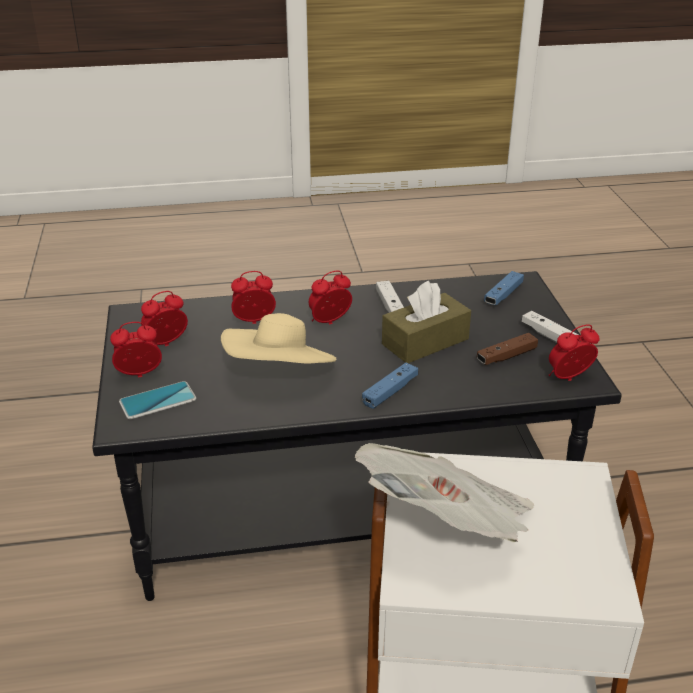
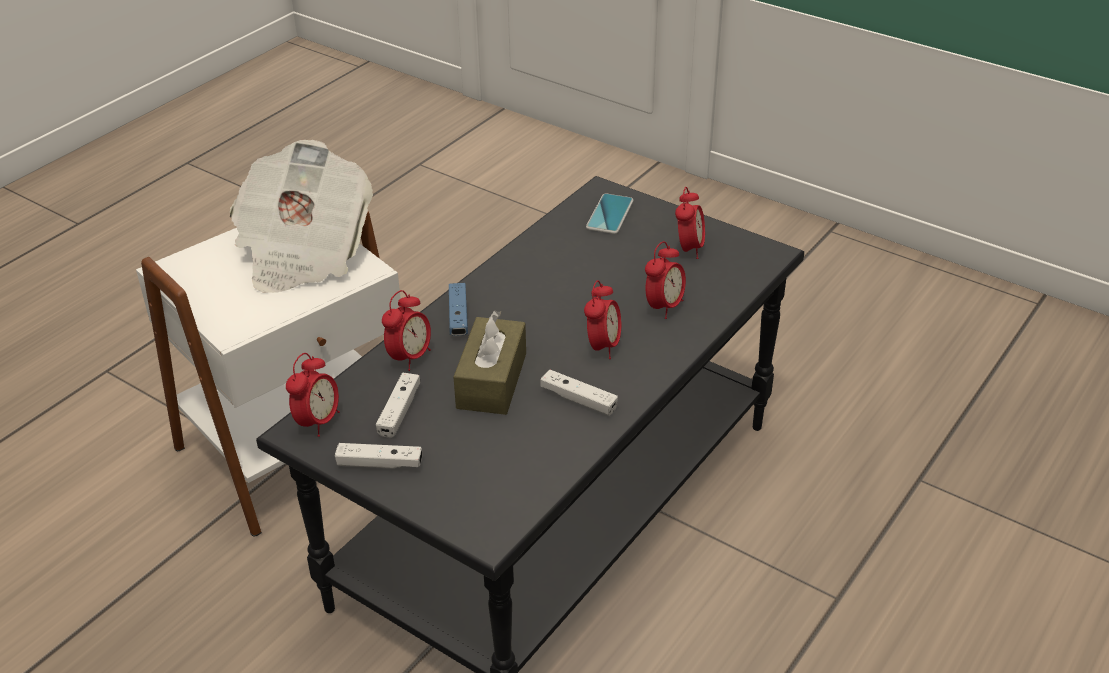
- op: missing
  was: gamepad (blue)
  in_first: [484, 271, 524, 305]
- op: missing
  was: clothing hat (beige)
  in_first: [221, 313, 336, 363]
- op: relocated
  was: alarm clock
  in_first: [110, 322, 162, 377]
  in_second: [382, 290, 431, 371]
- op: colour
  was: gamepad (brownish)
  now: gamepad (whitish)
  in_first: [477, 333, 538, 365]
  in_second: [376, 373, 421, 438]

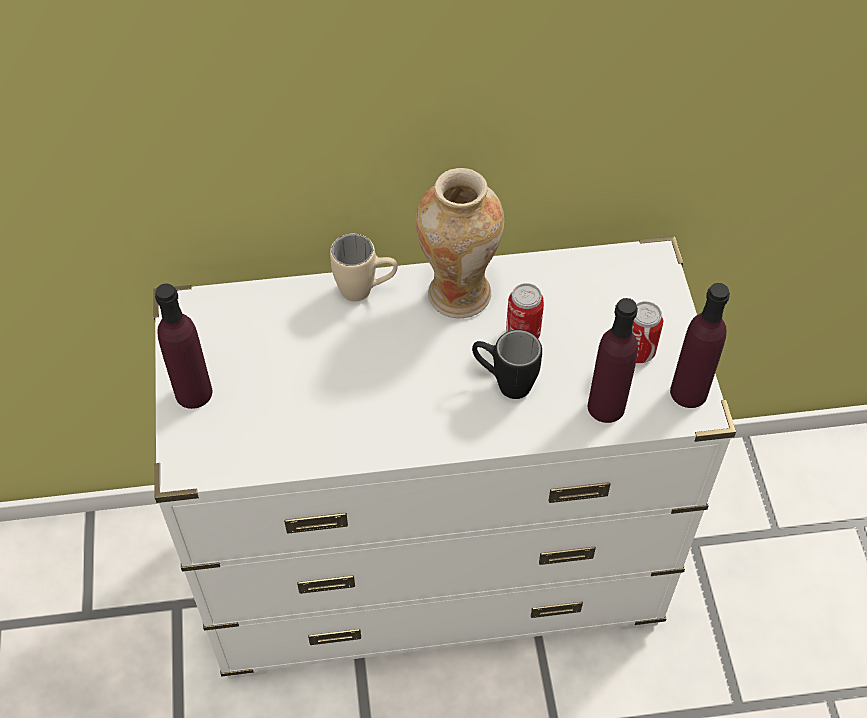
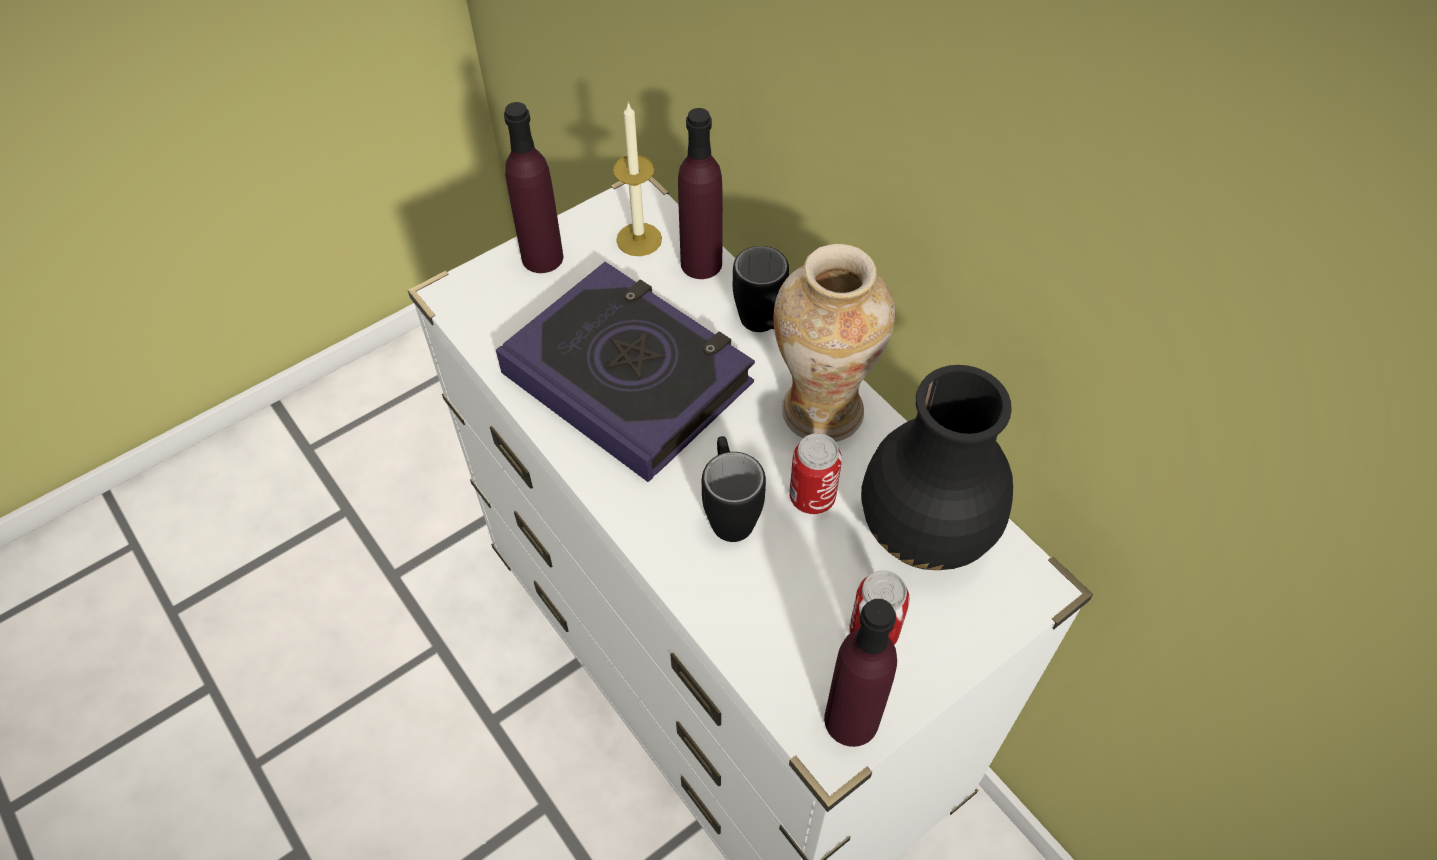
- op: colour
  was: coffee mug (beige)
  now: coffee mug (black-coloured)
  in_first: [330, 234, 398, 302]
  in_second: [733, 246, 789, 332]
- op: relocated
  was: beverage bottle (purple-coloured)
  in_first: [588, 298, 638, 423]
  in_second: [678, 108, 723, 279]
- op: appeared
  now: wax candle
  in_second: [613, 101, 662, 256]
- op: appeared
  now: book
  in_second: [496, 262, 755, 482]
- op: appeared
  now: flower vase (black-coloured)
  in_second: [861, 365, 1013, 570]

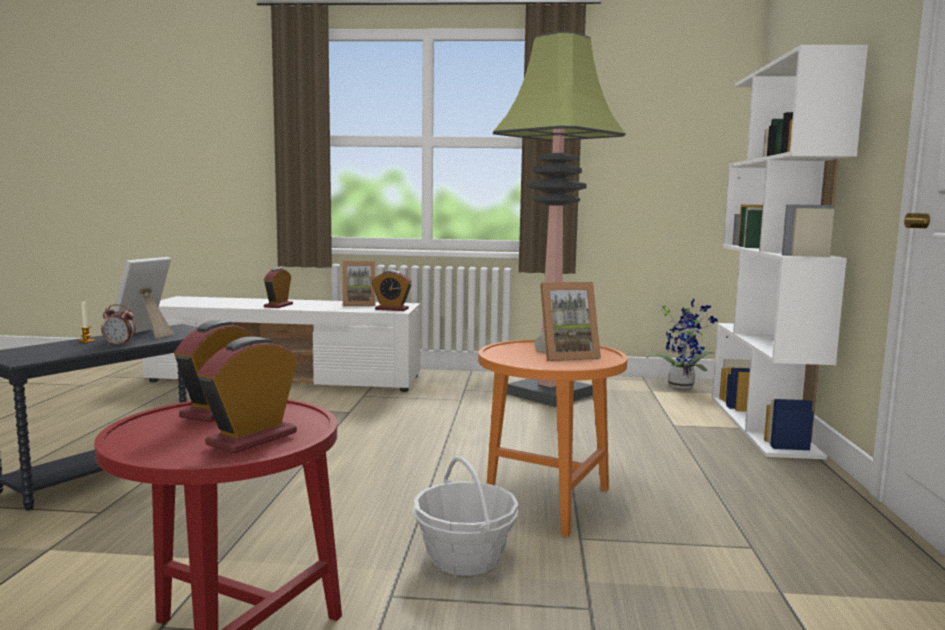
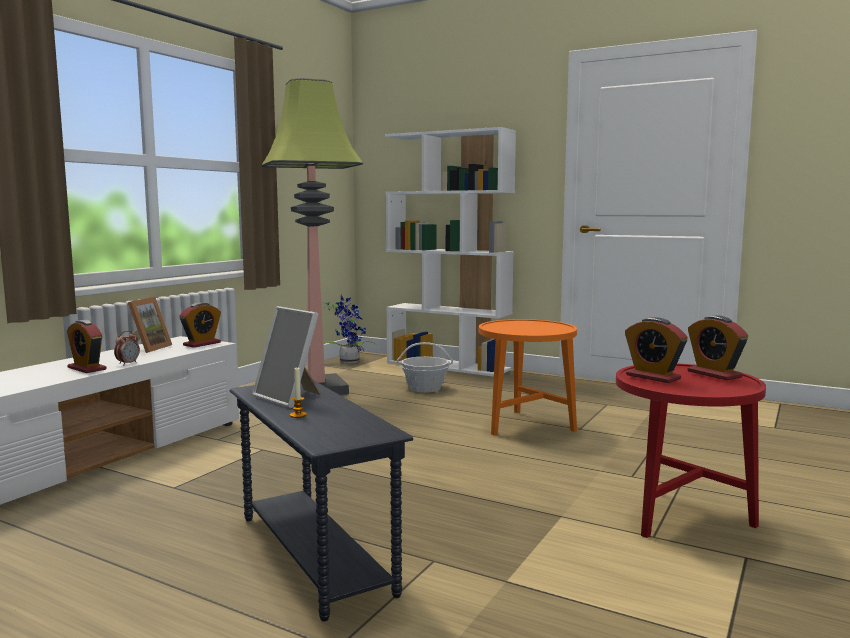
- op: missing
  was: photo frame
  in_first: [534, 282, 601, 361]
- op: relocated
  was: alarm clock
  in_first: [101, 304, 136, 346]
  in_second: [114, 331, 140, 365]
- op: relocated
  was: household basket
  in_first: [413, 456, 519, 576]
  in_second: [397, 342, 453, 393]

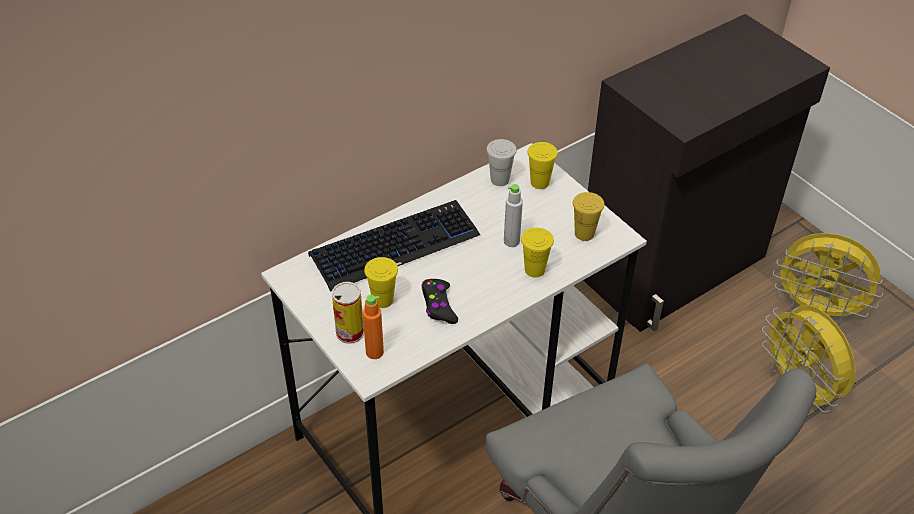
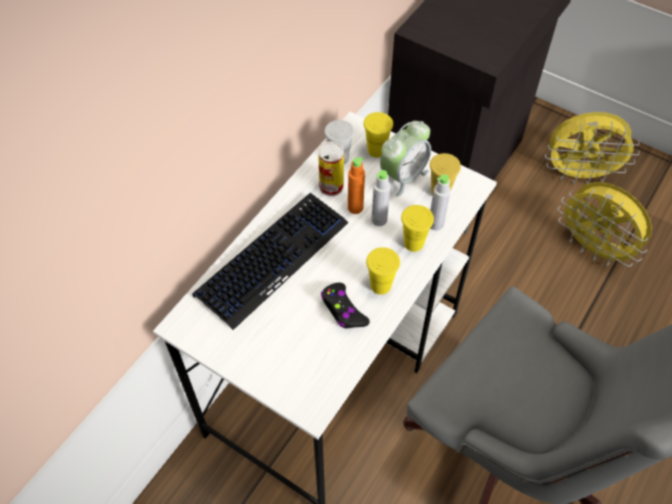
- op: relocated
  was: cup (yellowish)
  in_first: [364, 257, 398, 308]
  in_second: [366, 247, 400, 295]
- op: relocated
  was: metal can
  in_first: [332, 282, 364, 344]
  in_second: [318, 142, 344, 196]
- op: relocated
  was: beverage bottle (orange)
  in_first: [363, 295, 384, 359]
  in_second: [348, 157, 365, 214]
- op: appeared
  now: alarm clock
  in_second: [380, 121, 431, 197]
- op: appeared
  now: beverage bottle (gray)
  in_second: [430, 174, 451, 230]

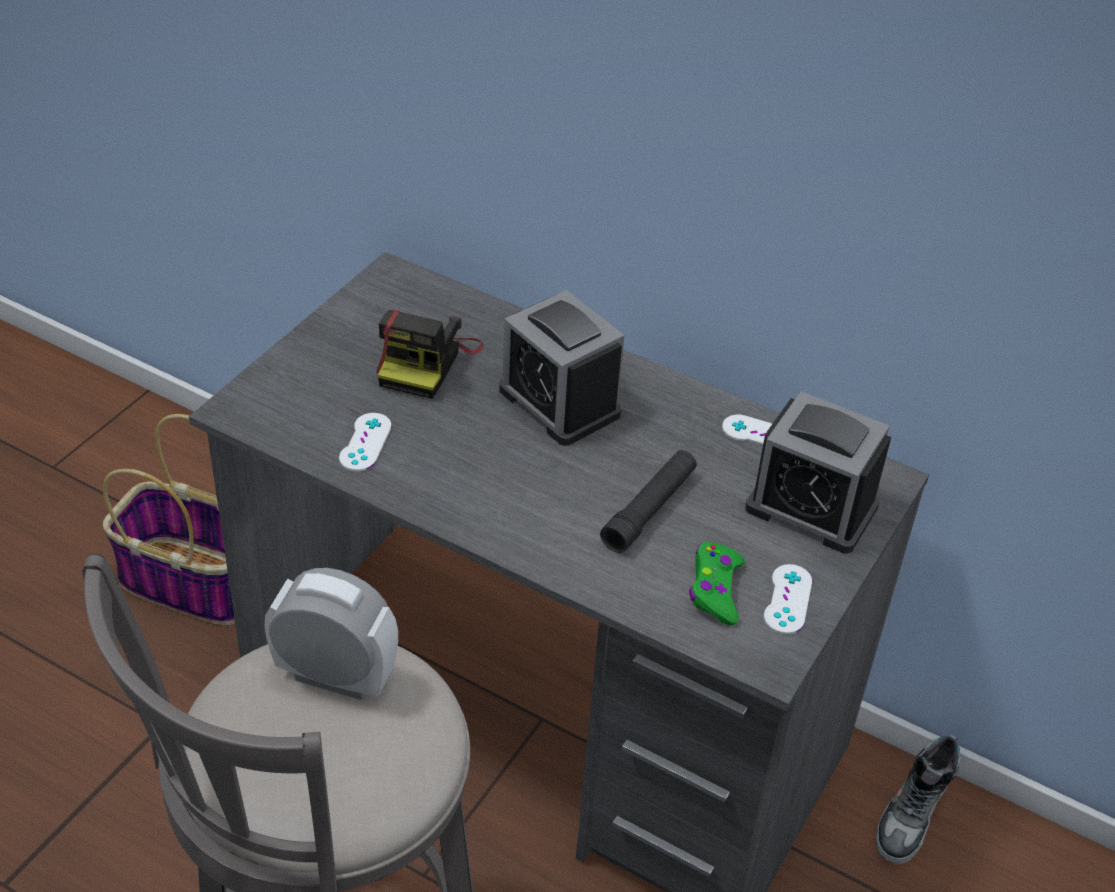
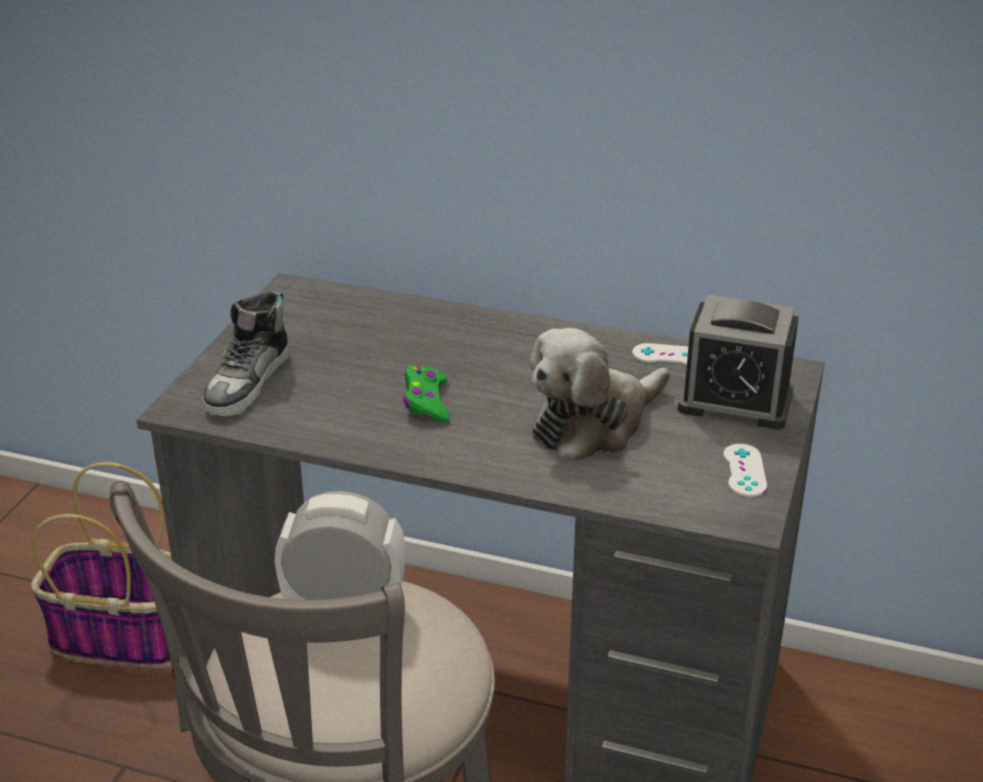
- op: missing
  was: alarm clock
  in_first: [499, 290, 625, 446]
- op: missing
  was: still camera
  in_first: [377, 310, 483, 399]
- op: missing
  was: gamepad (whitish)
  in_first: [339, 413, 392, 471]
- op: exchanged
  was: hand torch (black-coloured)
  now: cuddly toy
  in_first: [600, 450, 697, 553]
  in_second: [530, 328, 670, 462]
- op: relocated
  was: gamepad (green)
  in_first: [689, 542, 745, 625]
  in_second: [403, 365, 450, 422]
- op: relocated
  was: low shoe
  in_first: [875, 733, 961, 864]
  in_second: [203, 292, 289, 416]

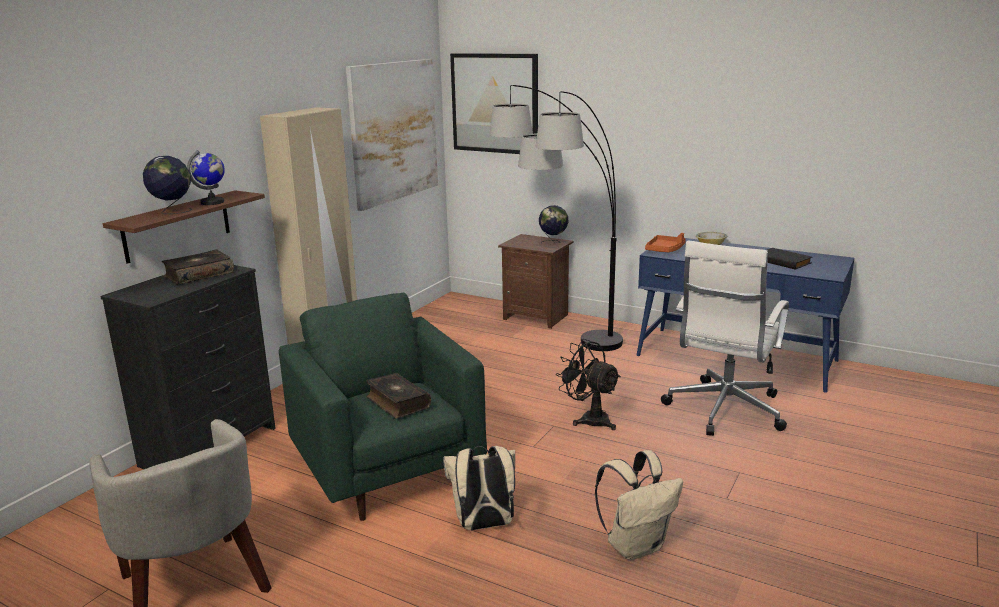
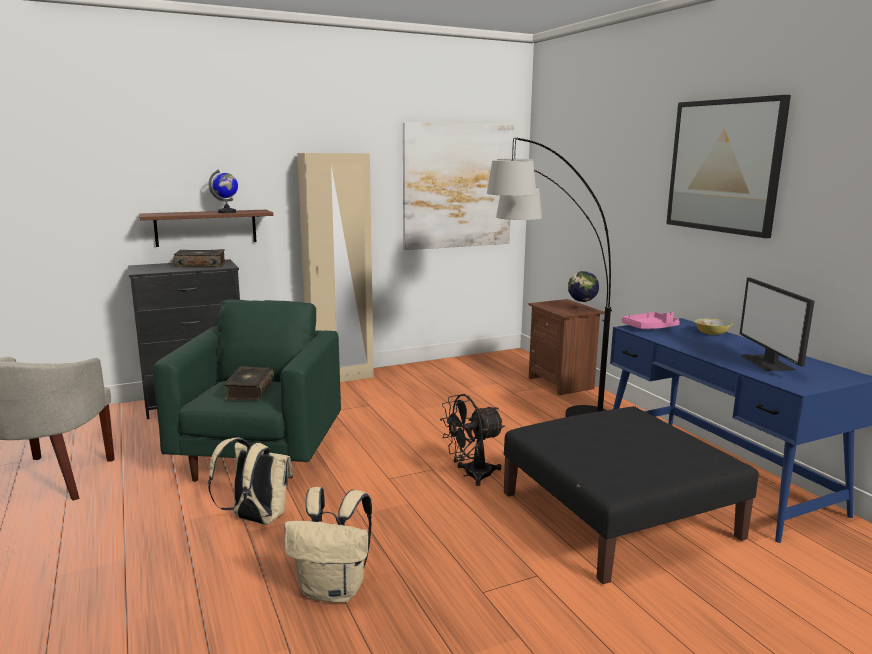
- op: relocated
  was: wall picture
  in_first: [450, 53, 538, 154]
  in_second: [666, 95, 791, 238]
- op: missing
  was: desk globe
  in_first: [143, 156, 192, 214]
- op: colour
  was: carrying tray (orange)
  now: carrying tray (pink-coloured)
  in_first: [645, 233, 686, 252]
  in_second: [622, 312, 680, 329]
- op: exchanged
  was: computer chair (whitish)
  now: ottoman (black-coloured)
  in_first: [661, 240, 789, 436]
  in_second: [504, 406, 759, 584]
- op: exchanged
  was: book (black-coloured)
  now: computer display
  in_first: [767, 248, 812, 270]
  in_second: [740, 277, 815, 371]
- op: spun
  was: fan (black-coloured)
  in_first: [556, 339, 621, 430]
  in_second: [440, 394, 505, 486]
  clockwise: -105

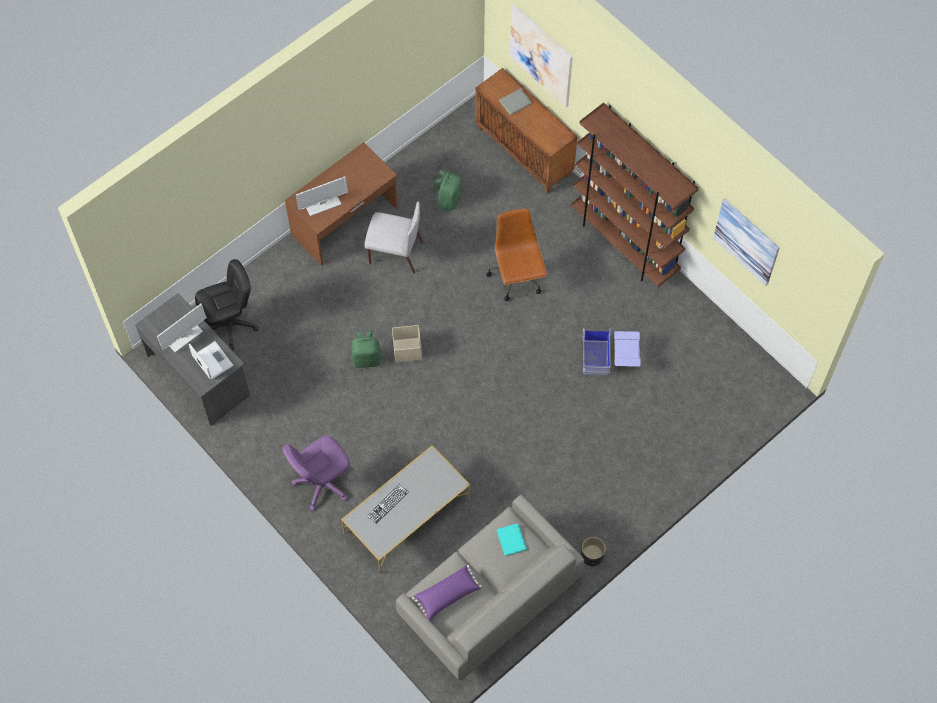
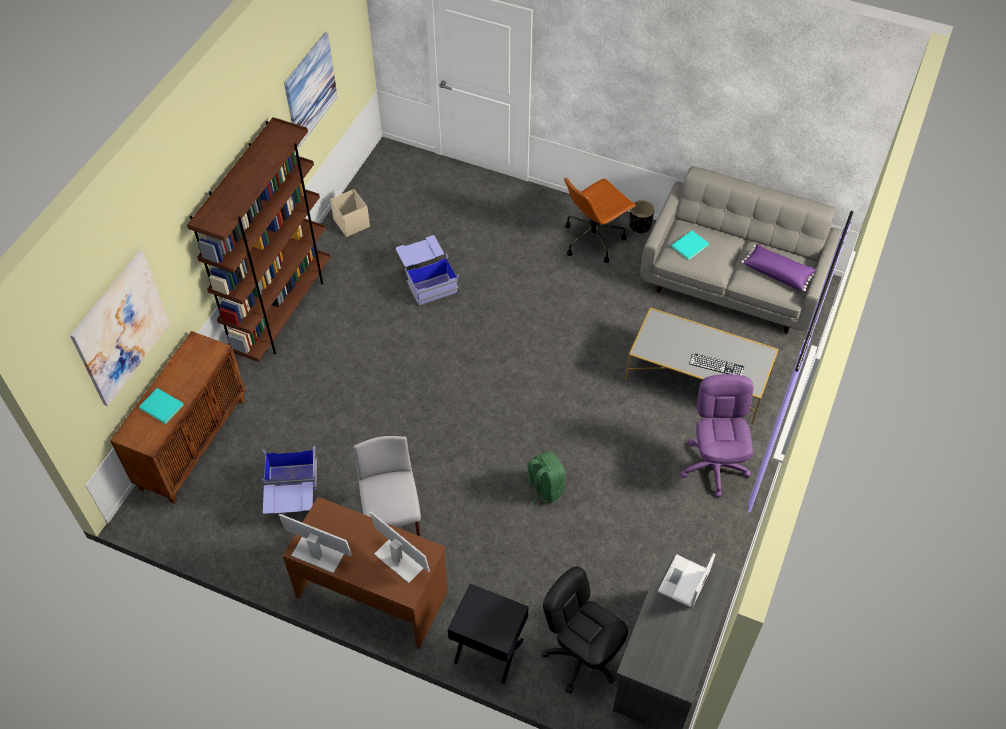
- op: colour
  was: book (gray)
  now: book (turquoise)
  in_first: [500, 88, 532, 115]
  in_second: [139, 388, 184, 424]
- op: exchanged
  was: backpack (green)
  now: storage bin (blue)
  in_first: [430, 170, 462, 211]
  in_second: [262, 446, 317, 514]
- op: relocated
  was: computer chair (brownish)
  in_first: [486, 209, 547, 301]
  in_second: [564, 178, 636, 263]
- op: relocated
  was: computer display
  in_first: [157, 304, 207, 352]
  in_second: [279, 513, 352, 573]
- op: relocated
  was: storage bin (beige)
  in_first: [392, 325, 422, 362]
  in_second: [330, 189, 370, 237]
- op: spun
  was: computer chair (purple-coloured)
  in_first: [282, 435, 350, 511]
  in_second: [680, 374, 754, 497]
  clockwise: -120
- op: appeared
  now: night table (black-coloured)
  in_second: [448, 583, 529, 684]

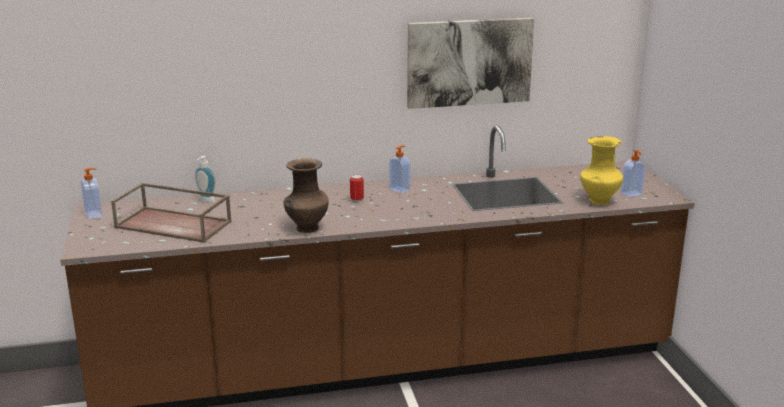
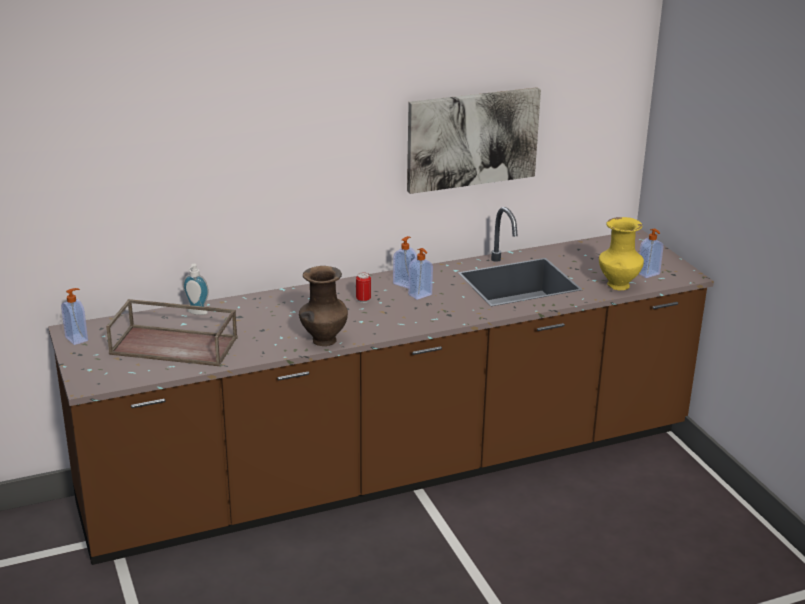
- op: appeared
  now: liquid soap bottle
  in_second: [408, 248, 433, 300]

